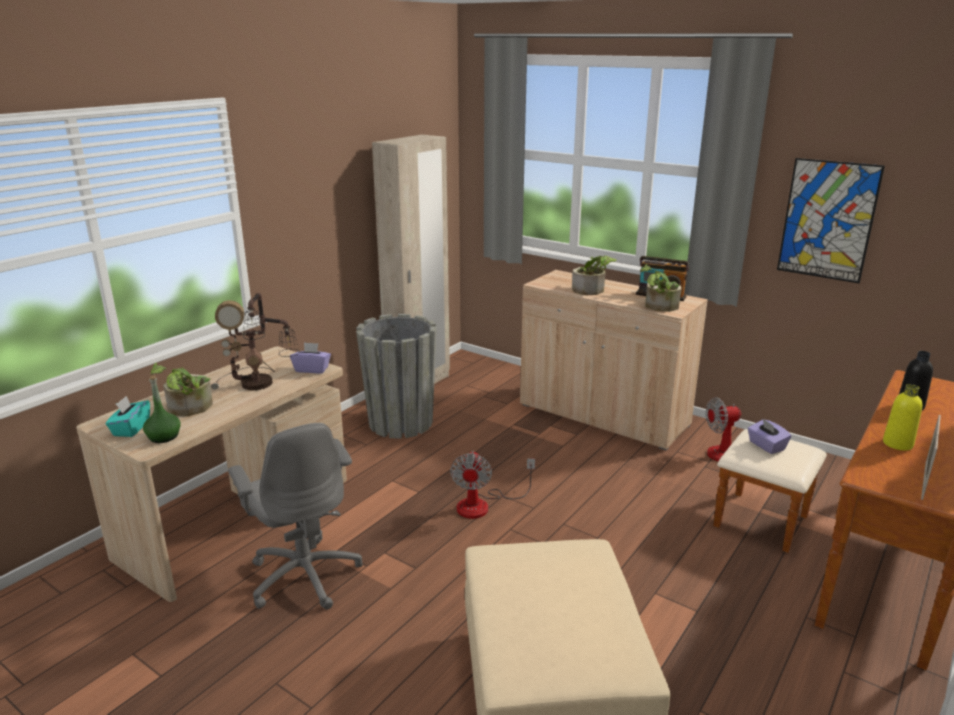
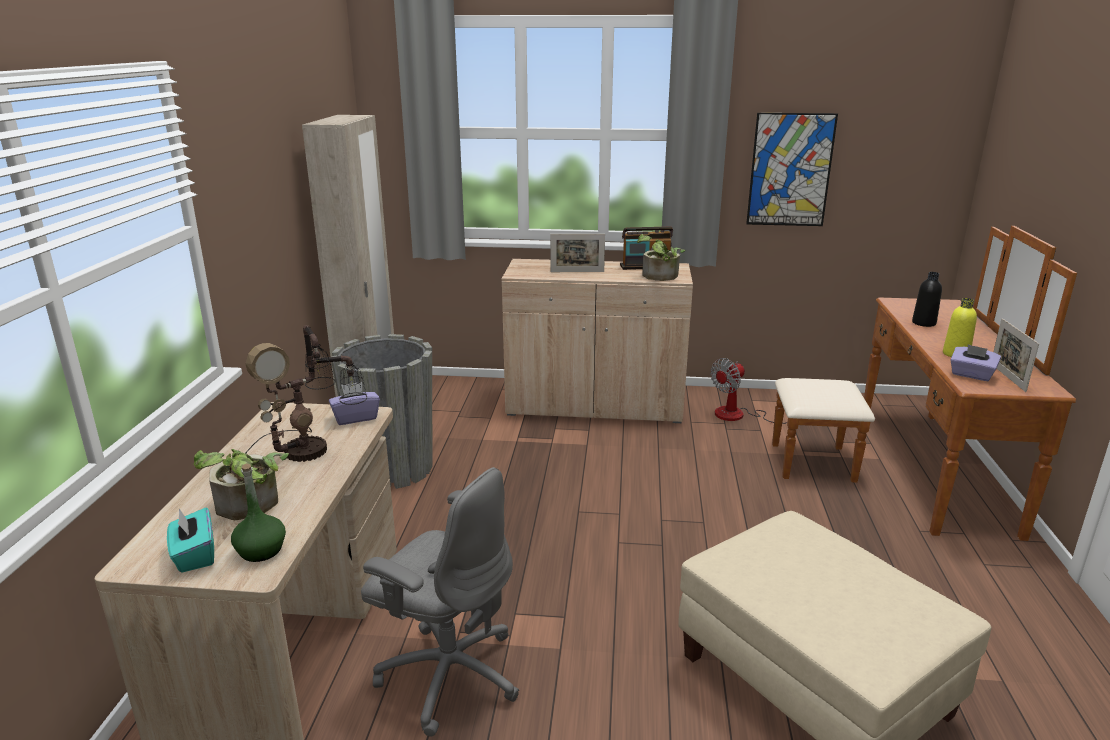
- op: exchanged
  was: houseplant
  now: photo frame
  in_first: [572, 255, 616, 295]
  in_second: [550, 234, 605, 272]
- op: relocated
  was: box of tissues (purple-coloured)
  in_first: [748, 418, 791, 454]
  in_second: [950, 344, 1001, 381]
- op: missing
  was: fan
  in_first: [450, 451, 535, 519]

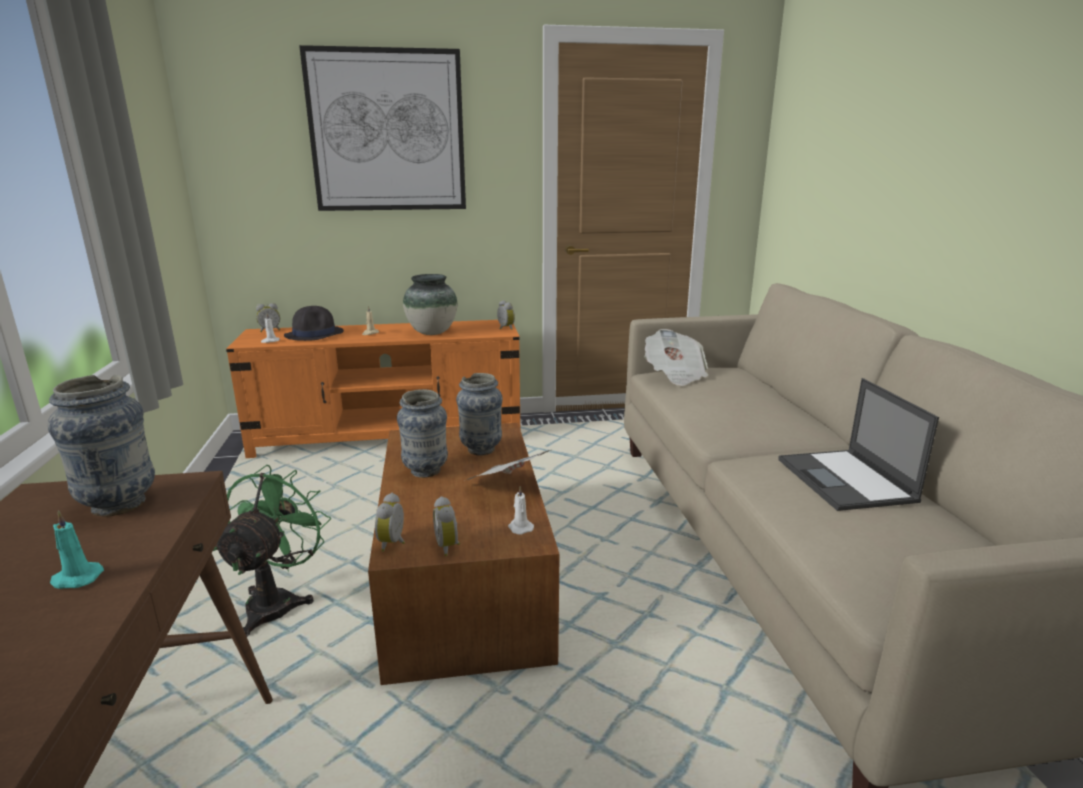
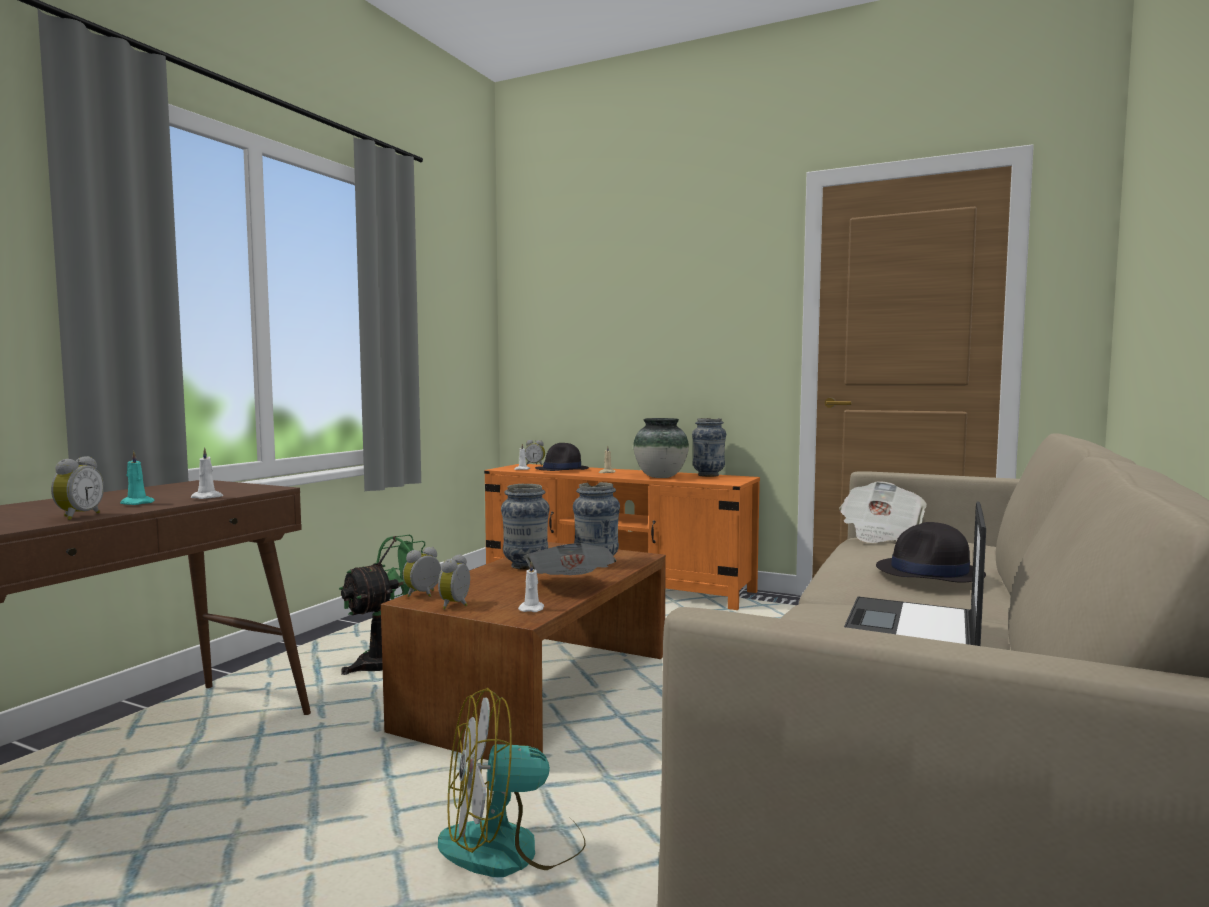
- op: missing
  was: wall picture
  in_first: [299, 45, 466, 211]
- op: relocated
  was: alarm clock
  in_first: [497, 300, 515, 330]
  in_second: [51, 456, 104, 520]
- op: relocated
  was: flower vase
  in_first: [48, 375, 155, 517]
  in_second: [692, 418, 726, 477]
- op: appeared
  now: wax candle (whitish)
  in_second: [191, 447, 223, 499]
- op: appeared
  now: clothing hat (black-coloured)
  in_second: [876, 522, 986, 583]
- op: appeared
  now: fan
  in_second: [438, 688, 585, 877]

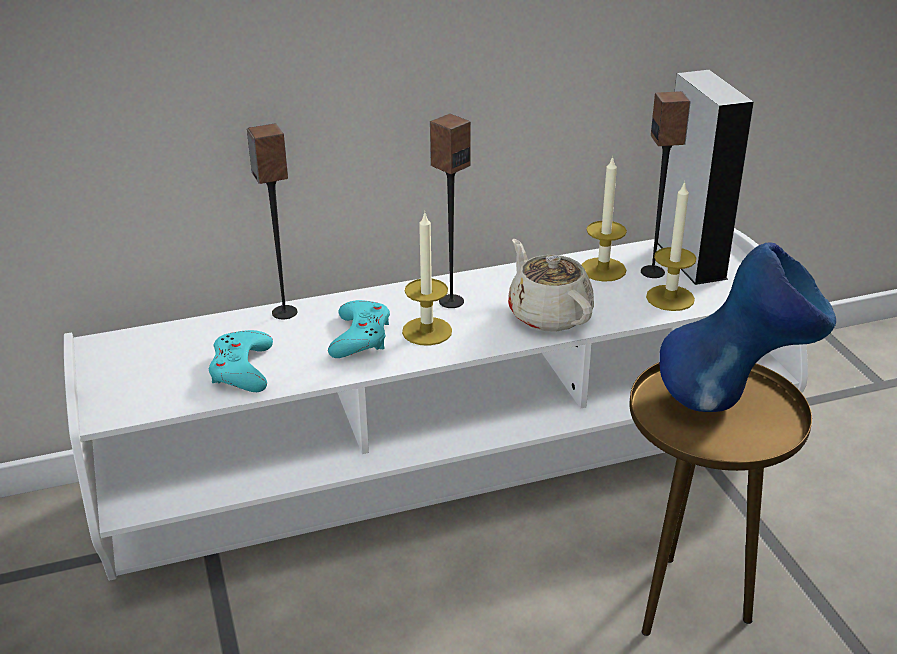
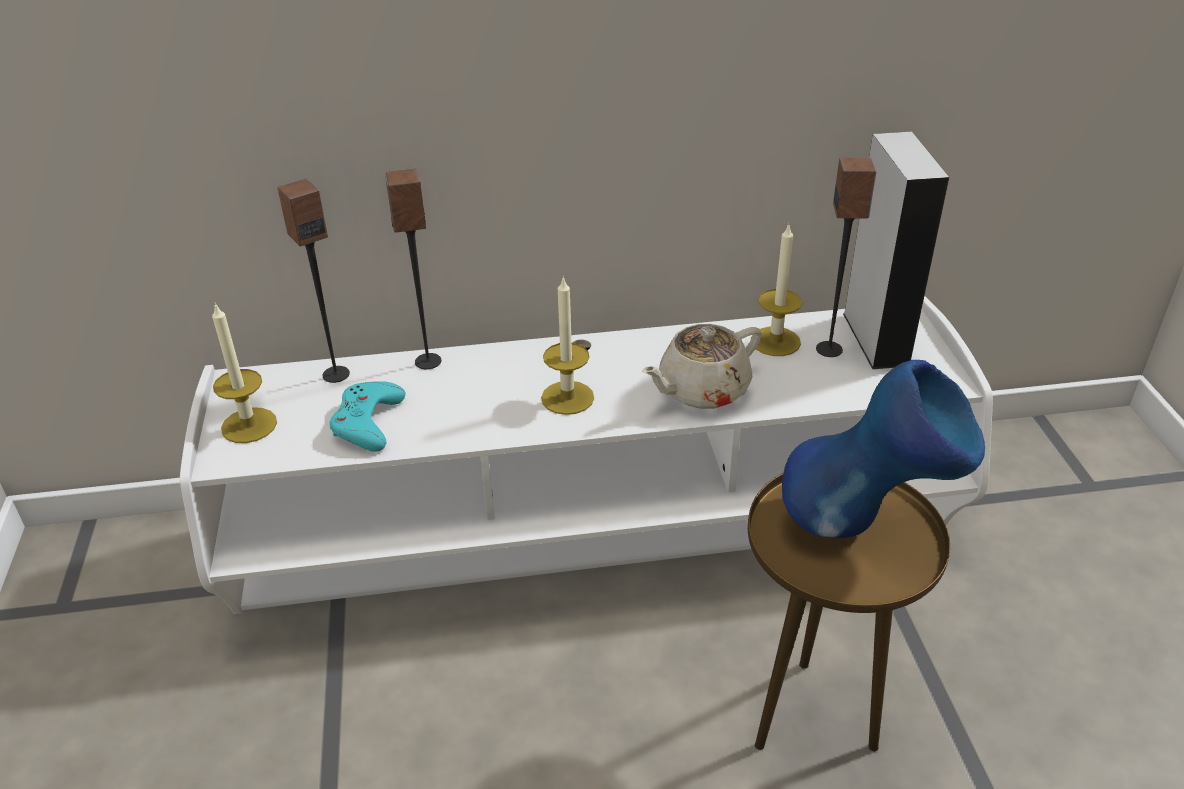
- op: relocated
  was: audio speaker
  in_first: [430, 114, 471, 308]
  in_second: [277, 179, 350, 383]
- op: relocated
  was: wax candle
  in_first: [646, 181, 696, 311]
  in_second: [212, 302, 277, 443]
- op: spun
  was: teapot (beige)
  in_first: [508, 239, 594, 332]
  in_second: [642, 324, 762, 409]
  clockwise: -105
- op: missing
  was: gamepad (turquoise)
  in_first: [328, 300, 390, 358]

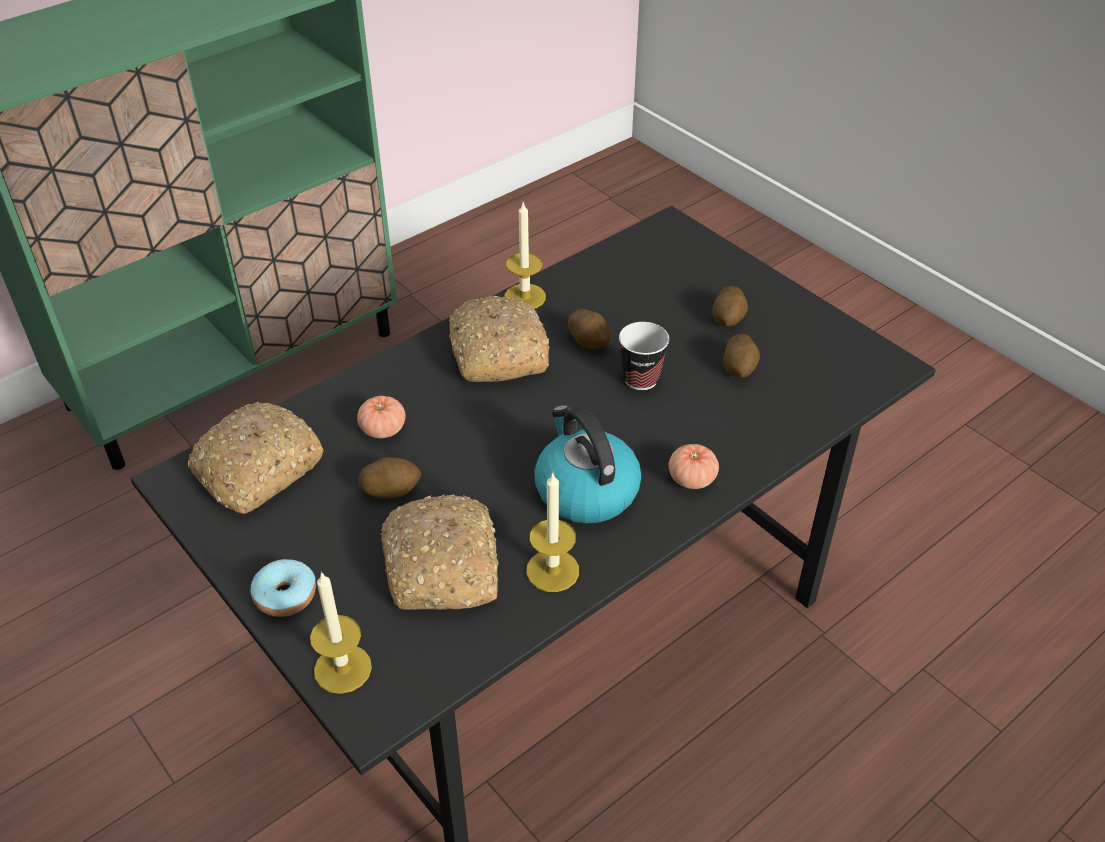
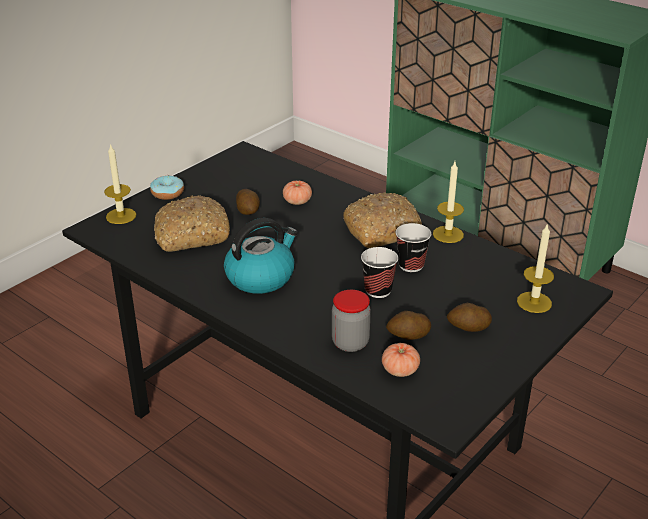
- op: exchanged
  was: potato
  now: cup
  in_first: [568, 309, 611, 349]
  in_second: [396, 223, 431, 272]
- op: missing
  was: baked bread
  in_first: [188, 402, 324, 514]
- op: relocated
  was: whole tomato
  in_first: [668, 444, 719, 489]
  in_second: [382, 343, 420, 377]
- op: relocated
  was: wax candle
  in_first: [526, 473, 579, 592]
  in_second: [517, 223, 554, 313]
- op: appeared
  now: preserve jar
  in_second: [332, 290, 371, 352]

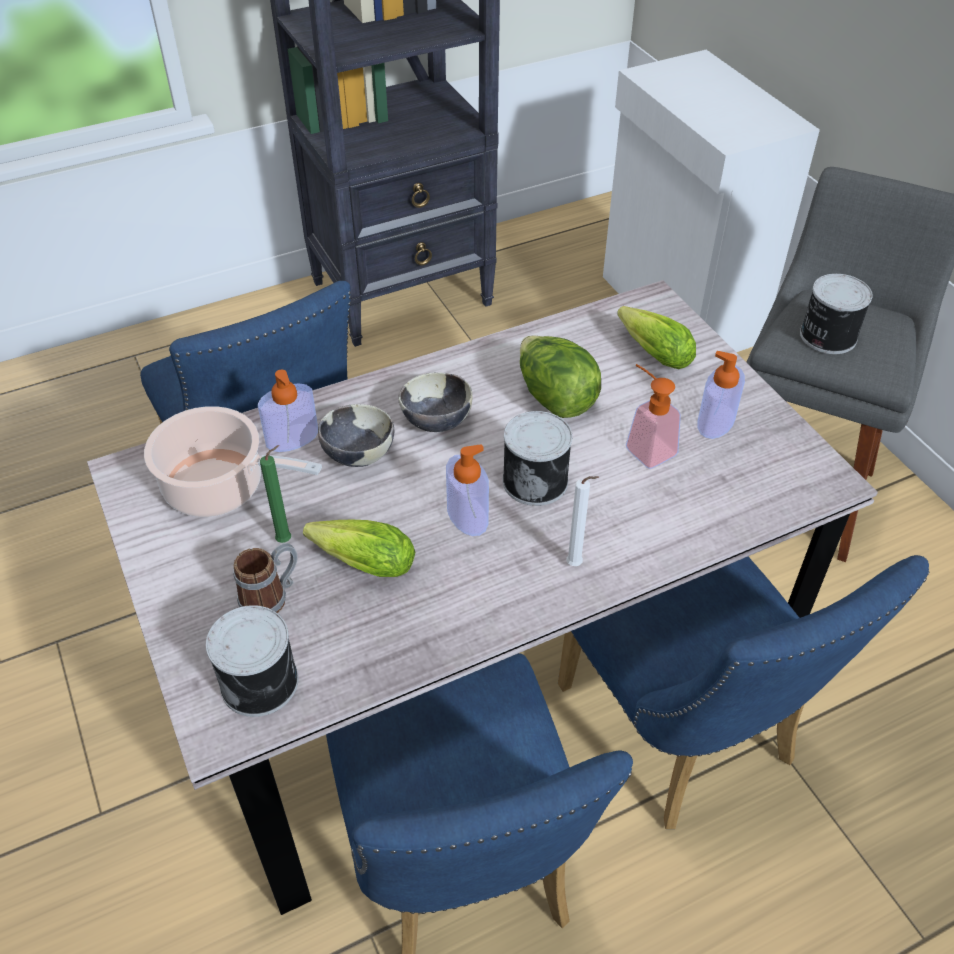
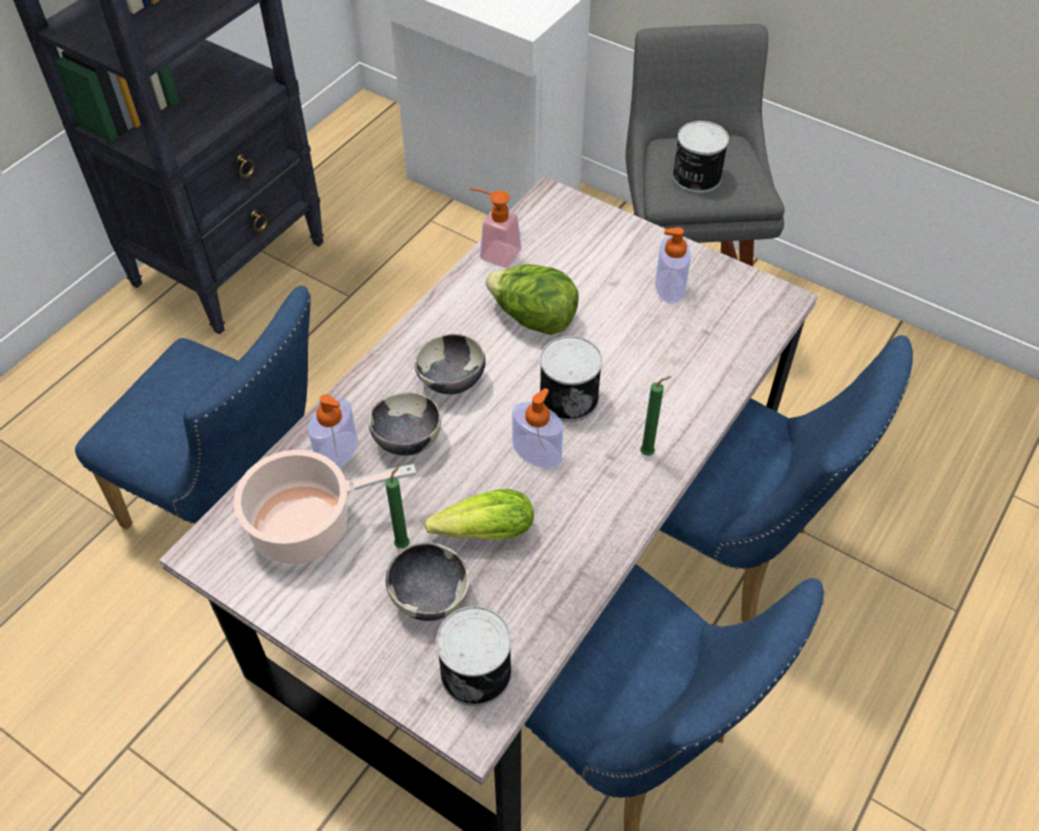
- op: missing
  was: head of lettuce
  in_first: [618, 306, 696, 369]
- op: relocated
  was: liquid soap bottle
  in_first: [626, 364, 681, 469]
  in_second: [469, 188, 522, 268]
- op: colour
  was: wax candle (whitish)
  now: wax candle (green)
  in_first: [566, 476, 599, 566]
  in_second: [640, 376, 671, 456]
- op: exchanged
  was: coffee mug
  now: deep dish
  in_first: [233, 543, 298, 613]
  in_second: [386, 542, 469, 621]

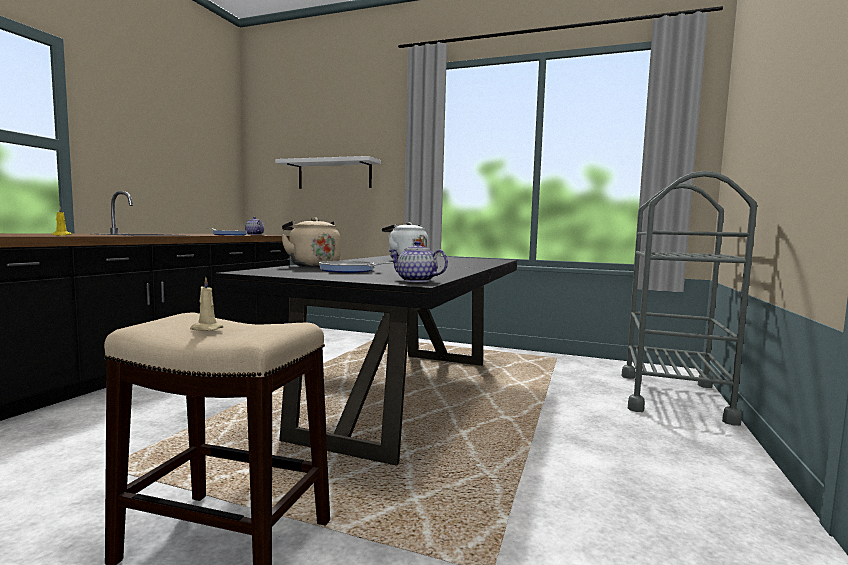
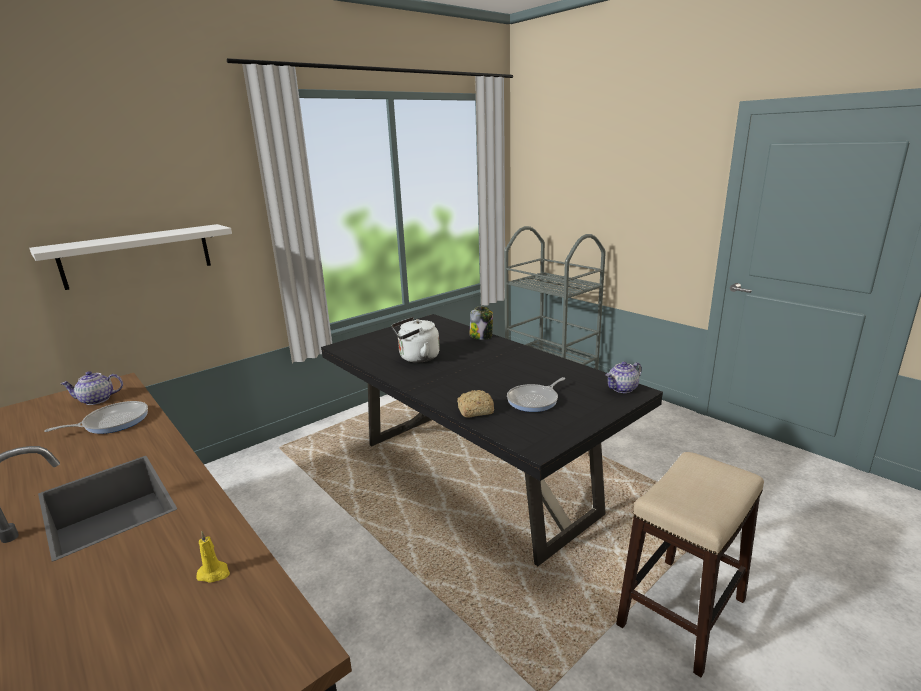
- op: exchanged
  was: kettle (beige)
  now: baked bread
  in_first: [281, 217, 340, 267]
  in_second: [457, 390, 494, 418]
- op: missing
  was: wax candle (beige)
  in_first: [190, 277, 223, 331]
- op: appeared
  now: preserve jar
  in_second: [470, 307, 493, 340]

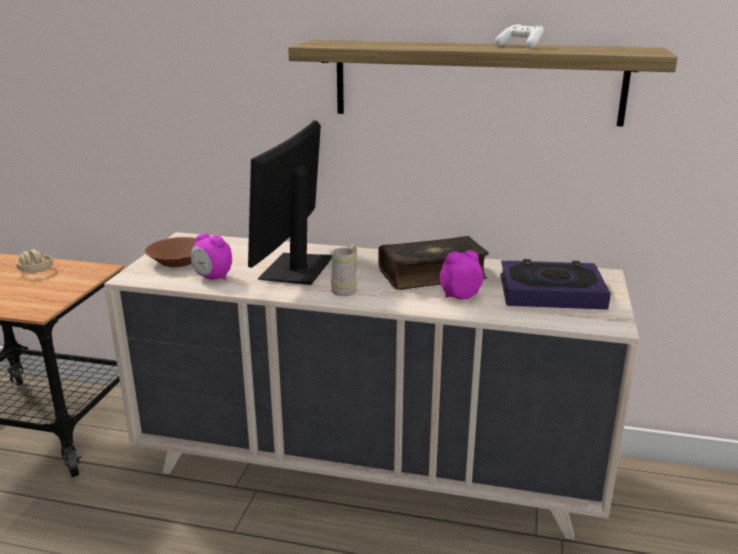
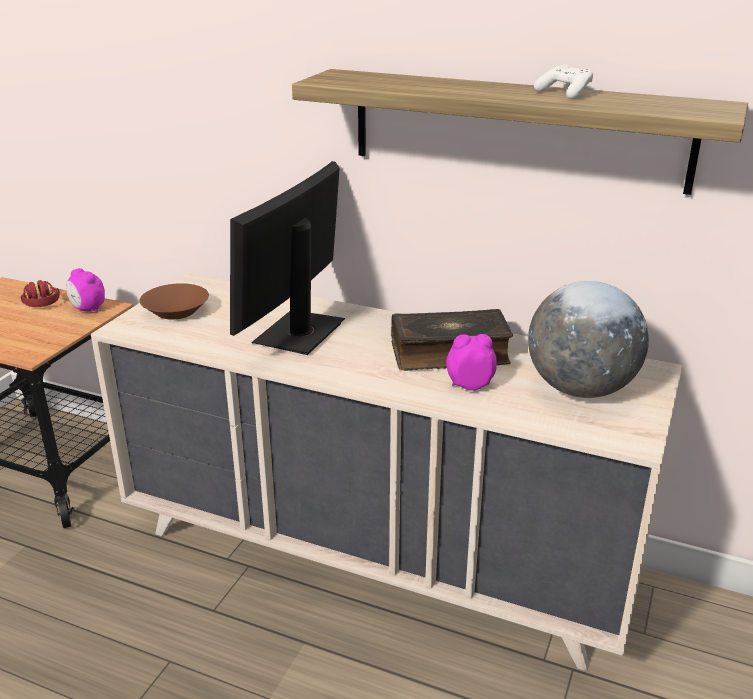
- op: relocated
  was: alarm clock
  in_first: [191, 233, 232, 279]
  in_second: [66, 268, 105, 312]
- op: missing
  was: coffee mug (beige)
  in_first: [331, 244, 357, 296]
- op: colour
  was: headset (beige)
  now: headset (red-coloured)
  in_first: [16, 249, 53, 273]
  in_second: [21, 280, 60, 307]
- op: exchanged
  was: book
  now: desk globe
  in_first: [500, 259, 611, 310]
  in_second: [528, 281, 649, 398]

